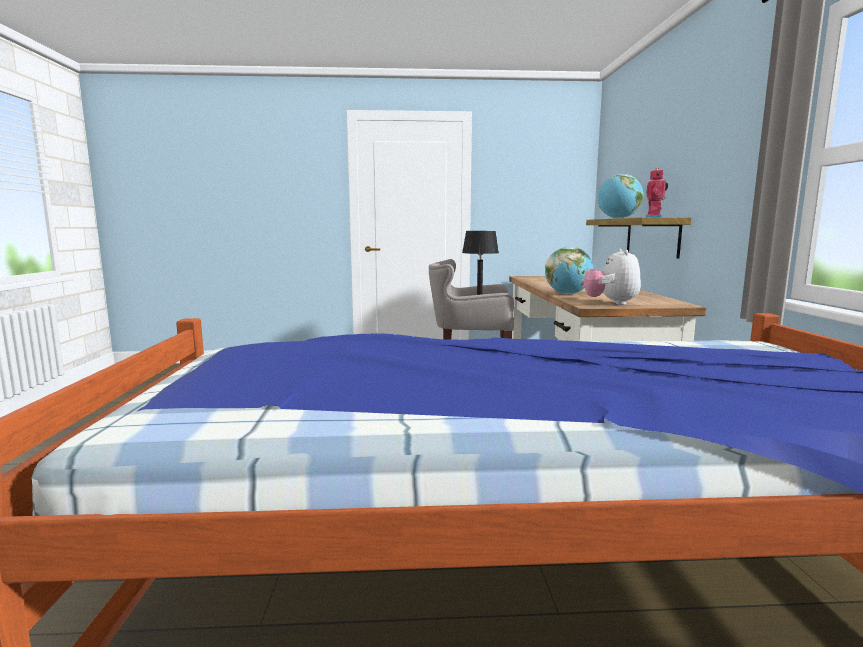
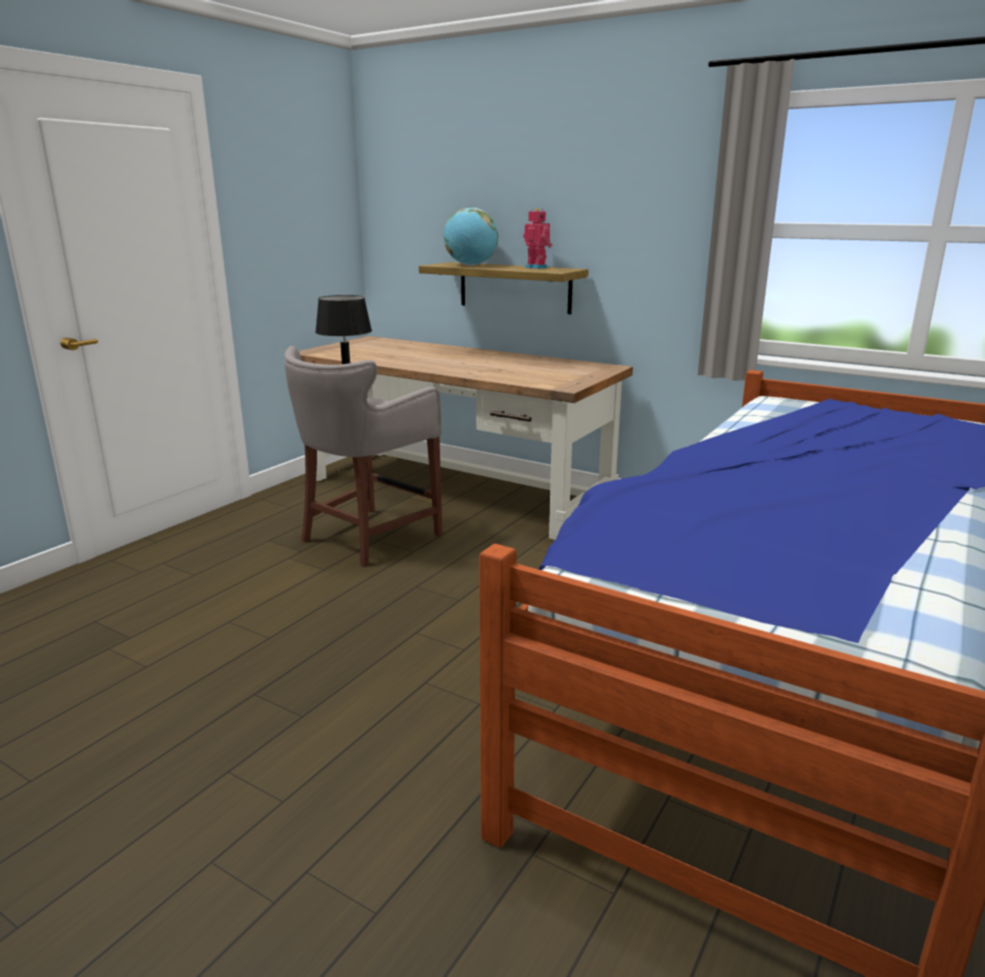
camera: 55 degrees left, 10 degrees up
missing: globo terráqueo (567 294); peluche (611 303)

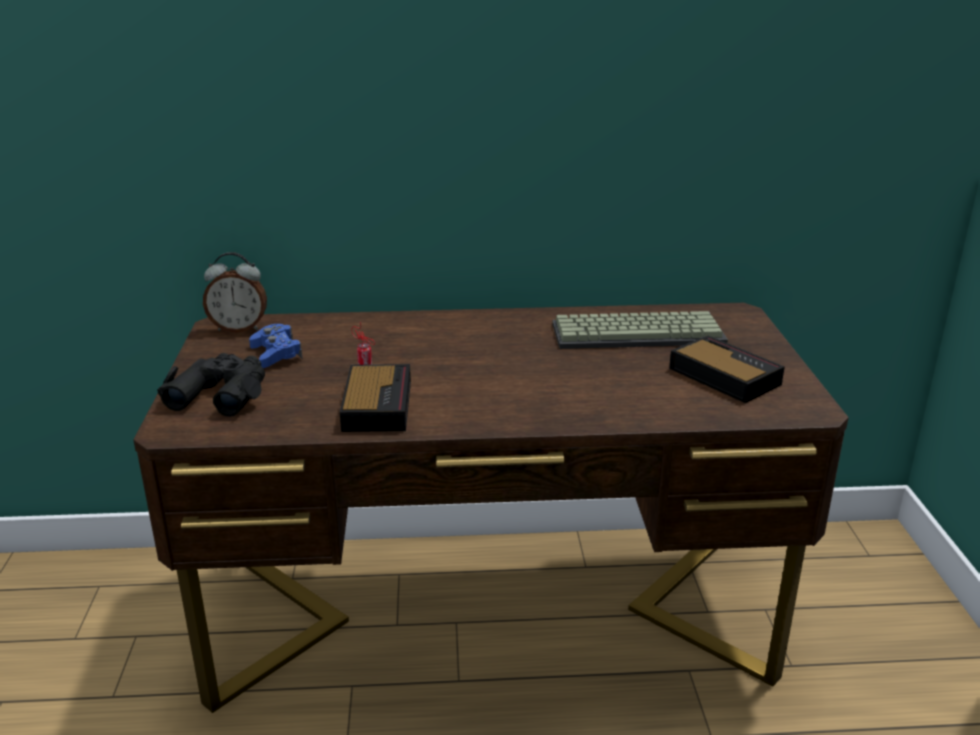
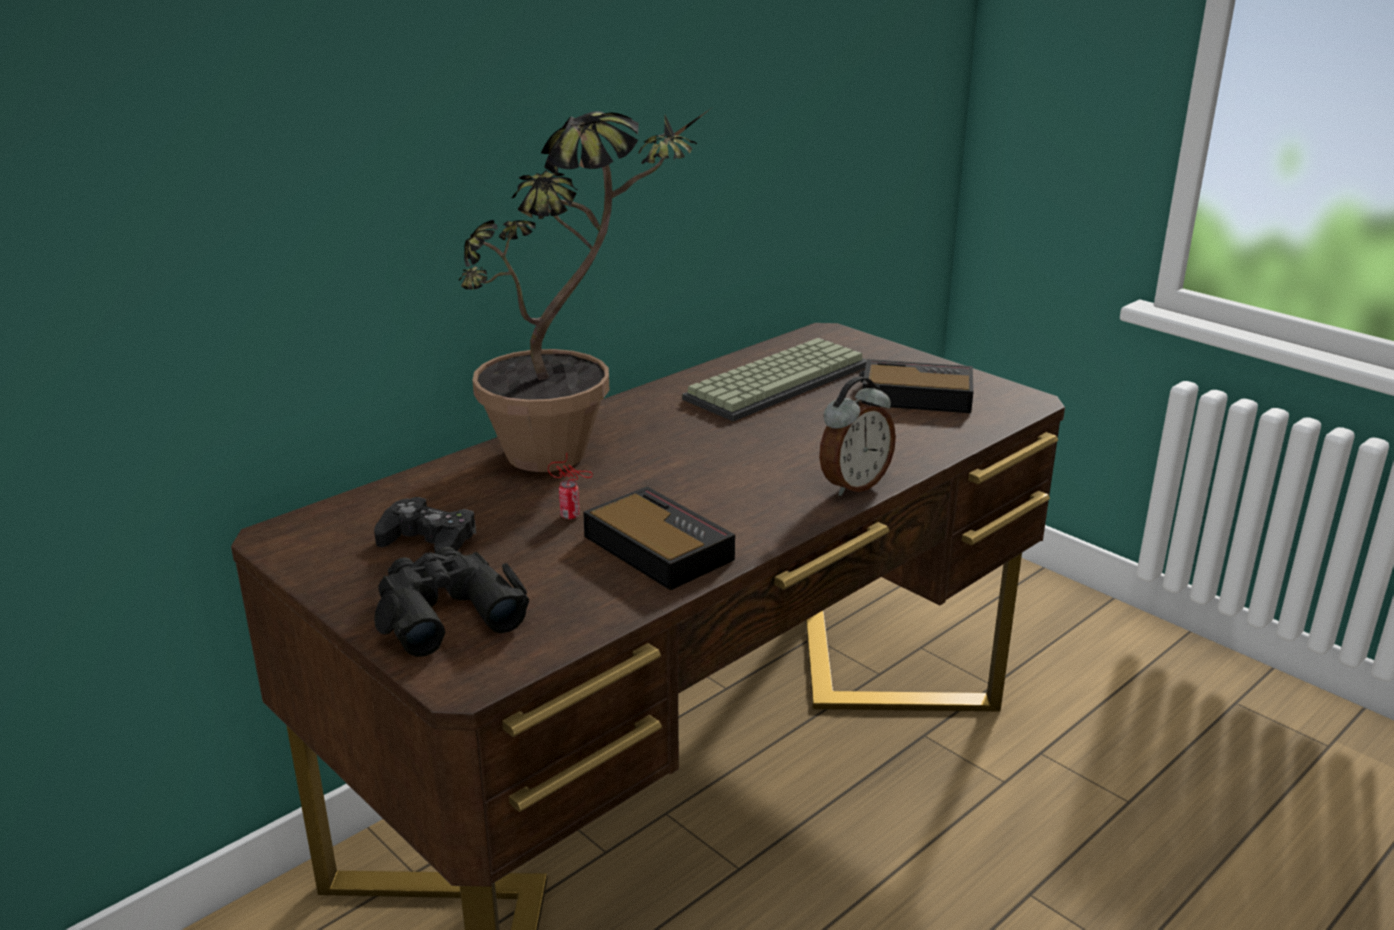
camera: 40 degrees left, 0 degrees up
appeared: planta en maceta (575 448)
relocated: despertador (239 328) to (853 485)
colour: mando de consola/azul (276 354) to mando de consola/negro (428 541)

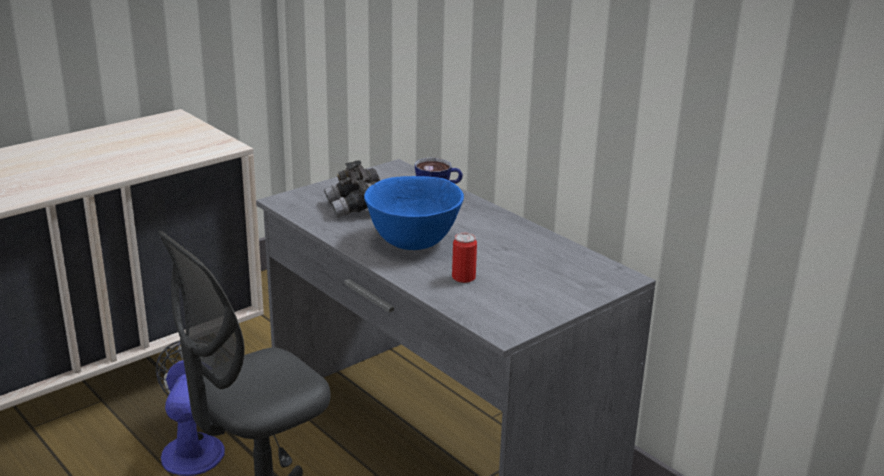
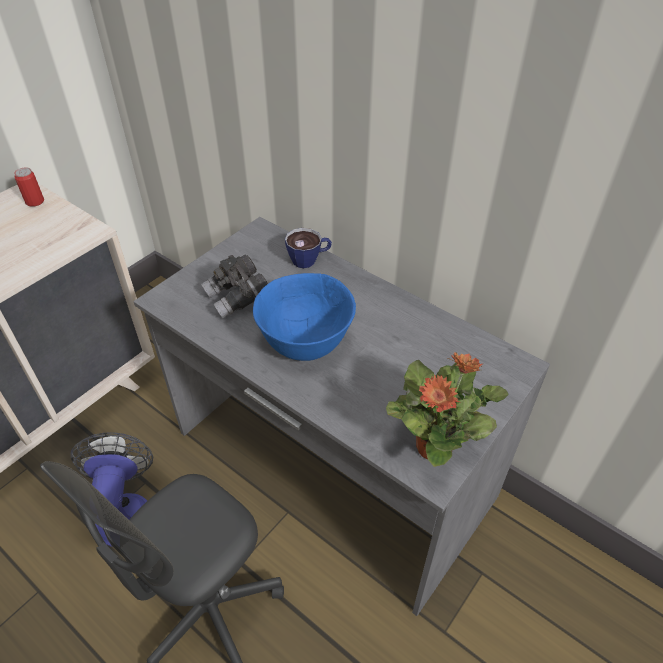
camera: 10 degrees left, 20 degrees up
appeared: planta en maceta (435 446)
relocated: lata (463 277) to (35 202)

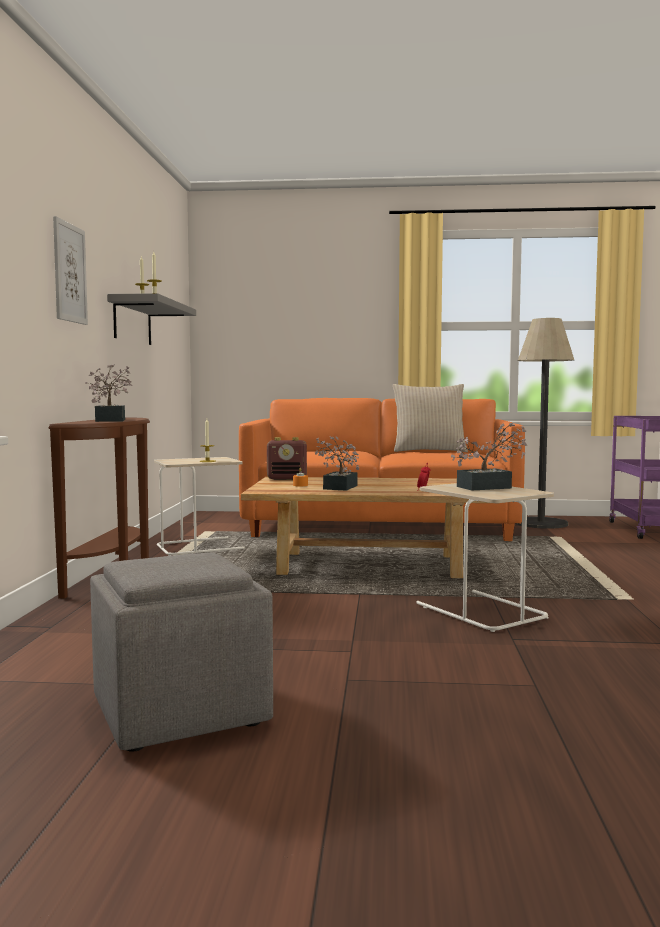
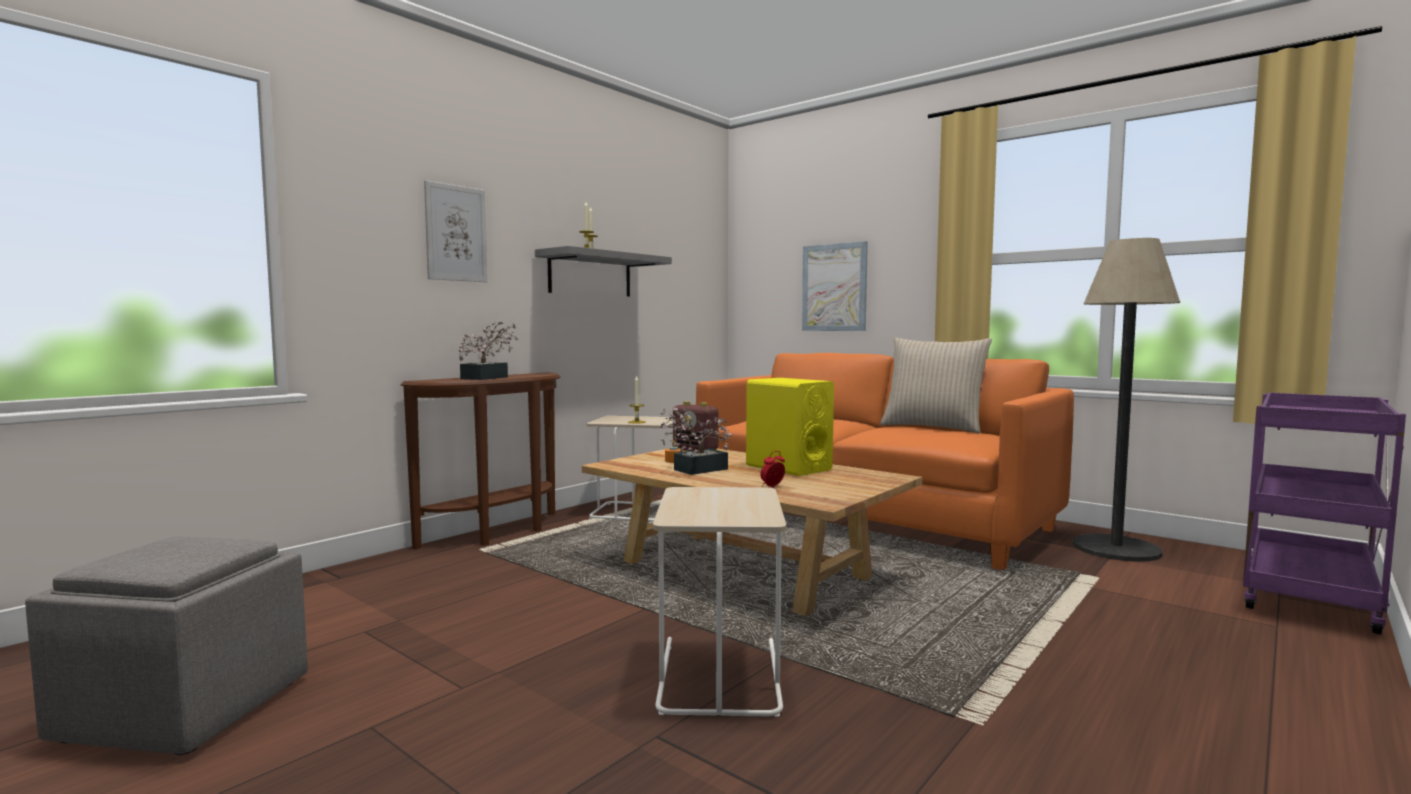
camera: 35 degrees right, 0 degrees up
missing: planta en maceta (489 487)
appeared: altavoz/amarillo (788 467); cuadro (834 287)

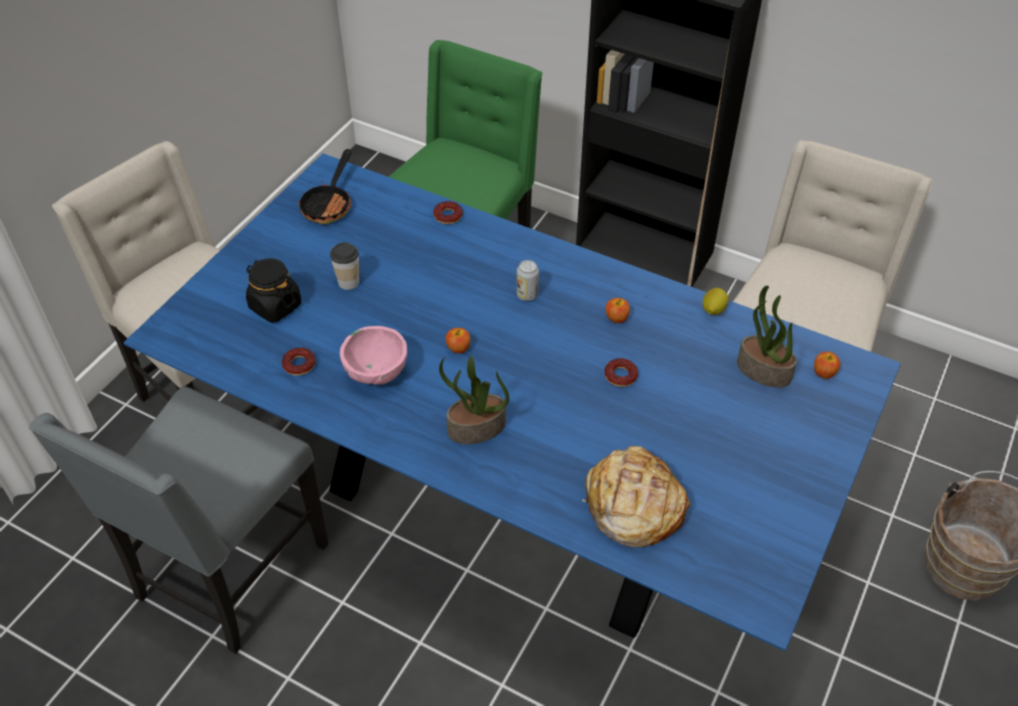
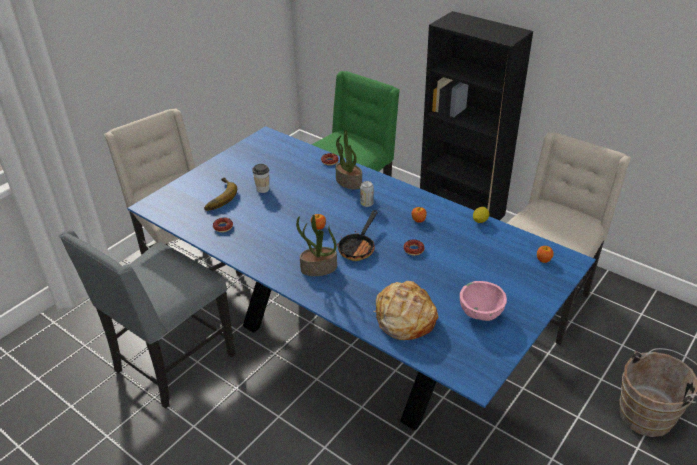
camera: 10 degrees right, 10 degrees down
relocated: sartén (329 204) to (359 247); cuenco/rosa (377 373) to (481 314); planta en maceta (762 371) to (348 182)
exchanged: tarro/negro (275 306) to plátano (217 197)

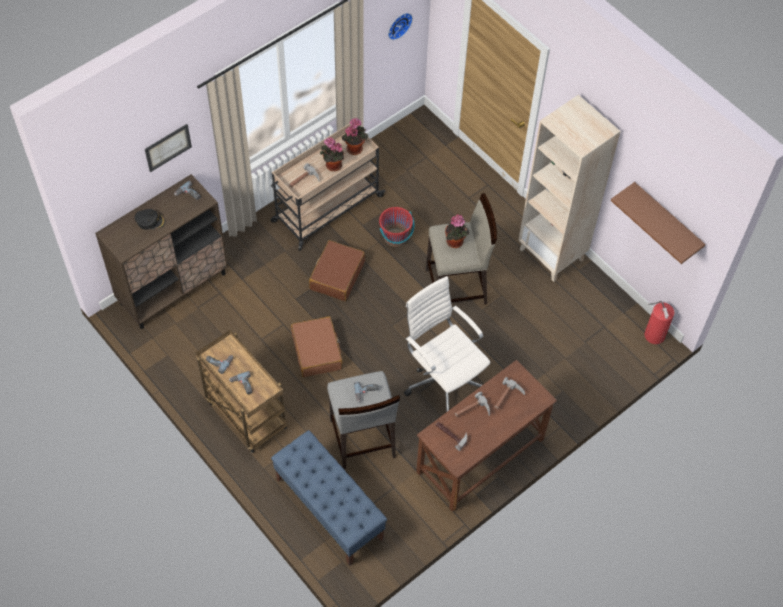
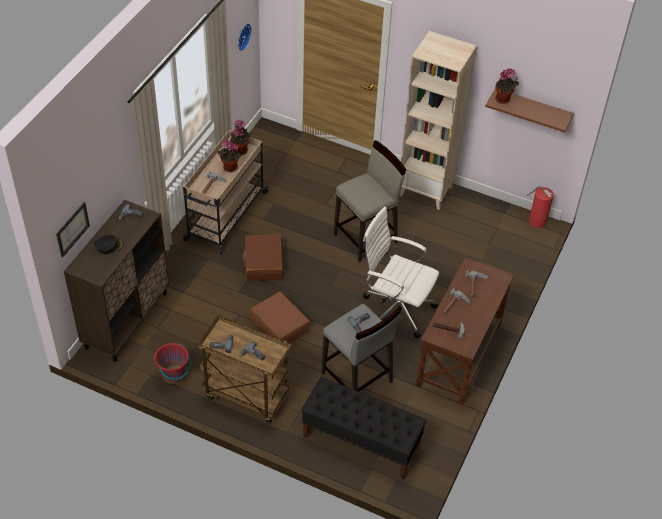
camera: 25 degrees left, 10 degrees down
relocated: cuadro (168 147) to (72 229); cubo/rojo (395 238) to (174 375); planta en maceta (456 243) to (504 99)
colour: banco/azul (329 508) to banco/negro (360 442)

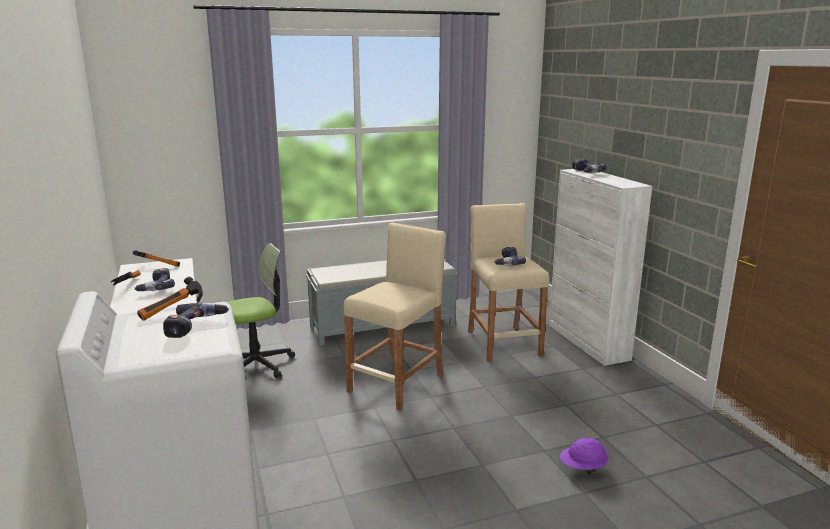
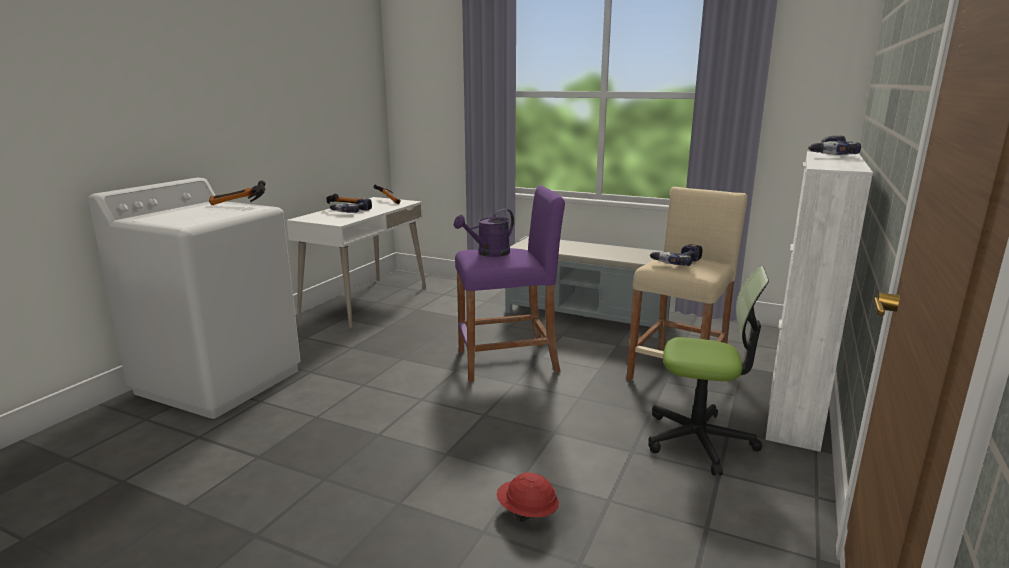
camera: 45 degrees right, 0 degrees up
missing: taladro (195 327)
appeared: regadera/morado (489 253)
relocated: silla de oficina (257 364) to (699 440)
colour: taburete/beis (397 383) to taburete/morado (507 362); casco/morado (583 468) to casco/rojo (527 512)

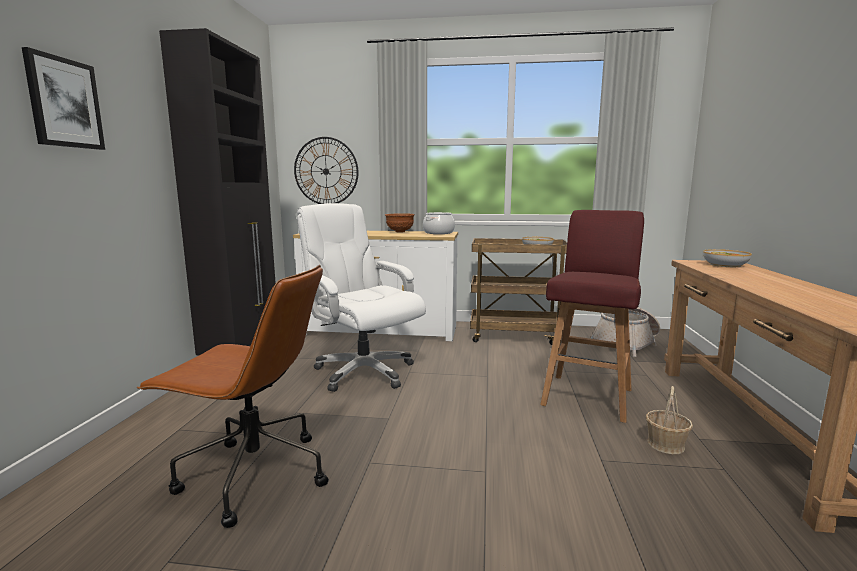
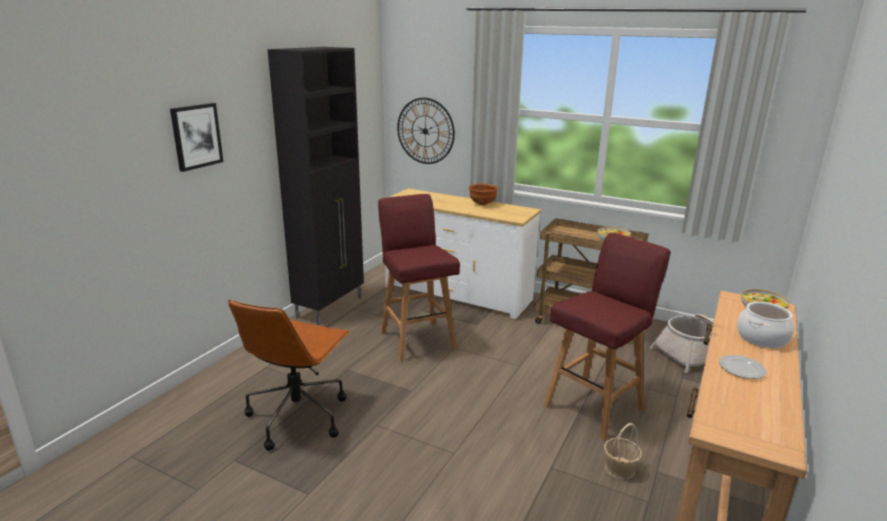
camera: 20 degrees right, 10 degrees up
appeared: plato (741 369)
relocated: olla (438 233) to (762 338)
exchanged: silla de oficina/blanco (363 371) to taburete/rojo (417 339)
spun: silla de oficina/marrón (252 475) = (298 416) 75 degrees clockwise

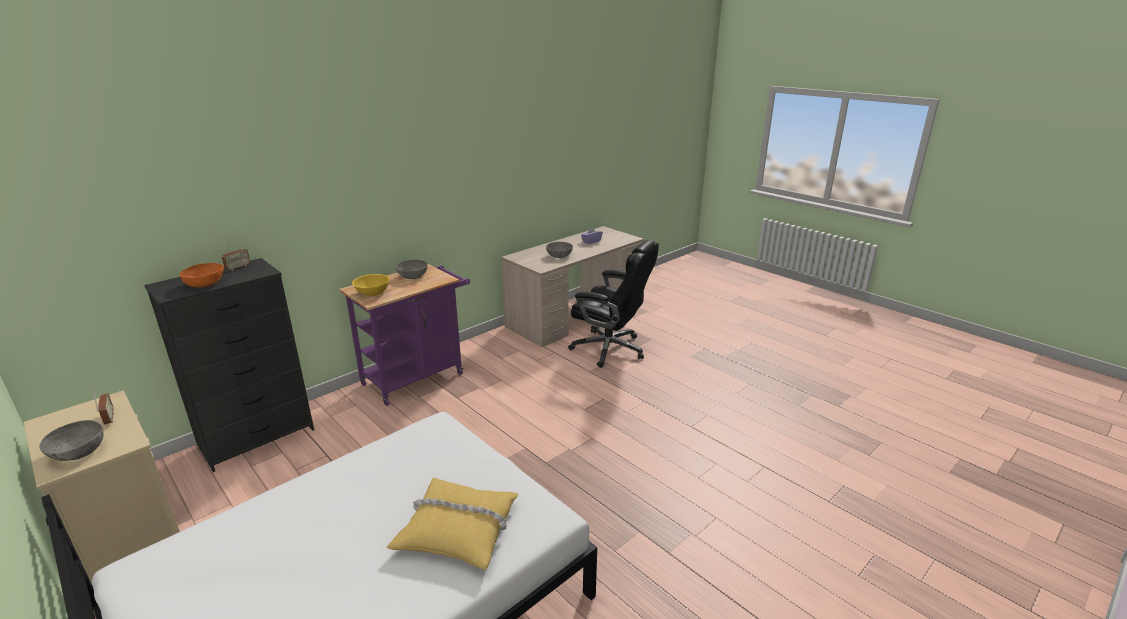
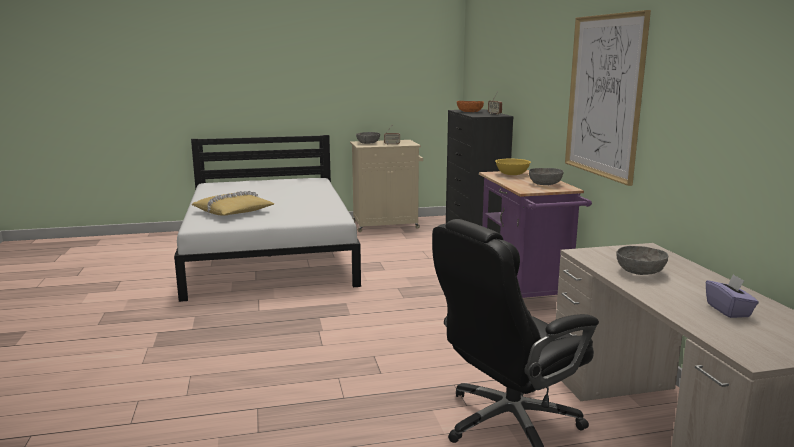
camera: 120 degrees right, 10 degrees down
appeared: cuadro (604 96)

